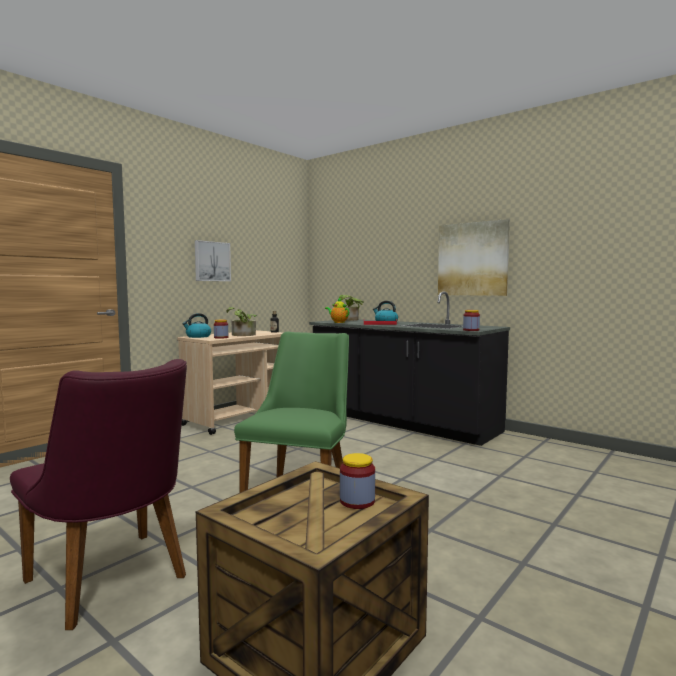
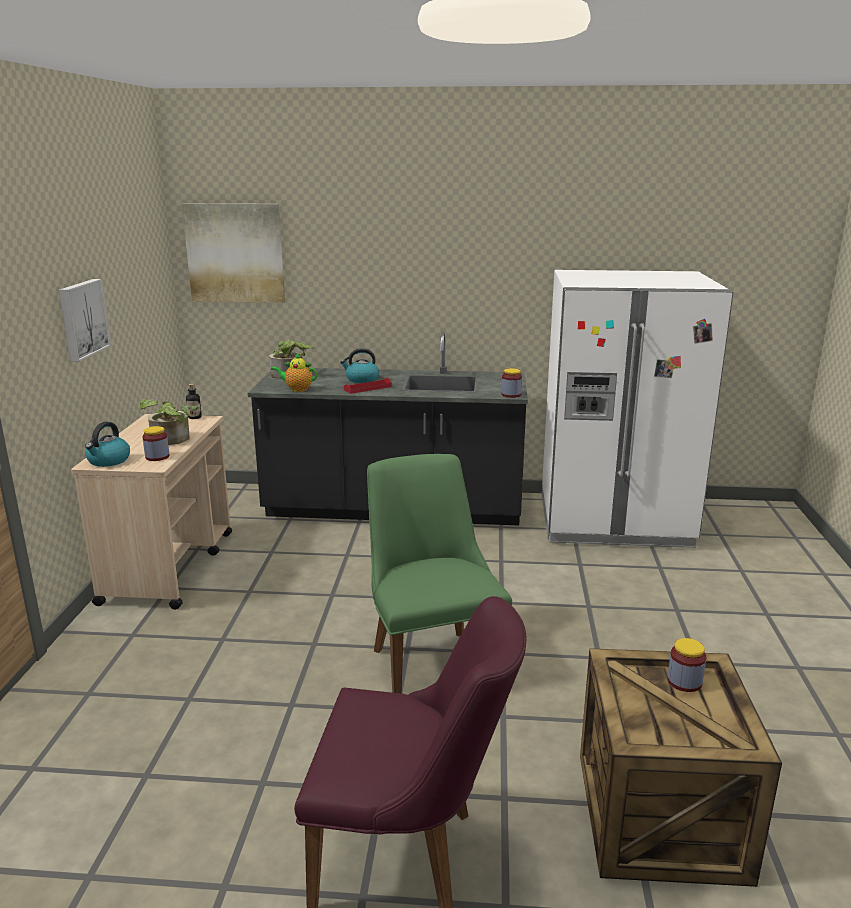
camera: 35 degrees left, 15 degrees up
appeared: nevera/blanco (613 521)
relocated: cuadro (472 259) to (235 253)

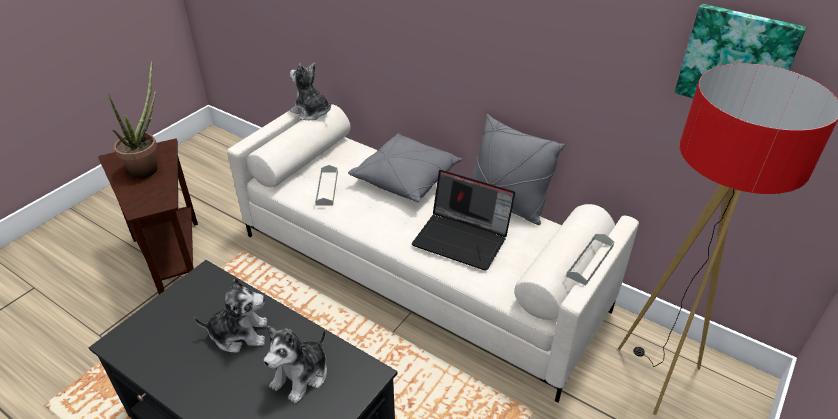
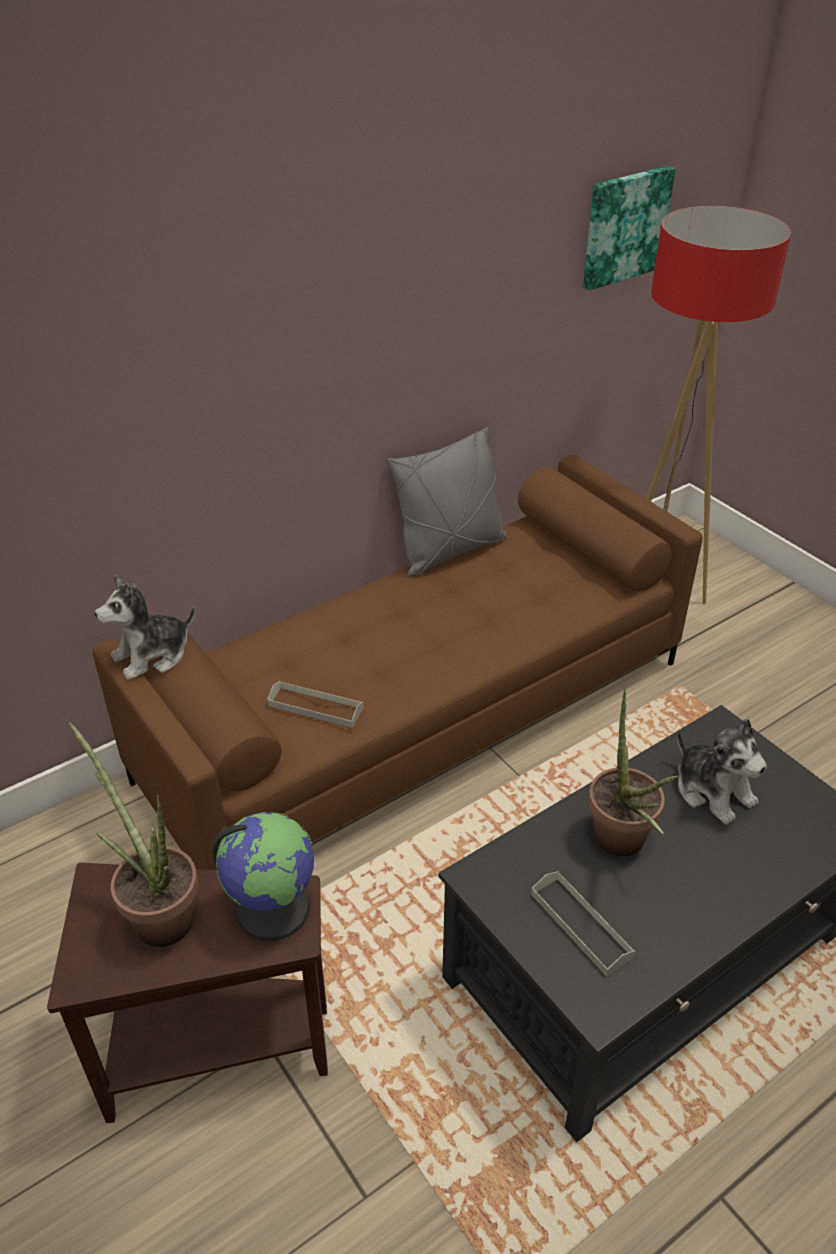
camera: 70 degrees left, 0 degrees up
missing: cojín/gris (406 178); portátil (463 238)
appeared: globo terráqueo (273 908)
relocated: bandeja/gris (590 261) to (581 925)
exchanged: peluche (239 334) to planta en maceta (622 846)
colour: sofá/blanco (420 271) to sofá/marrón (418 718)

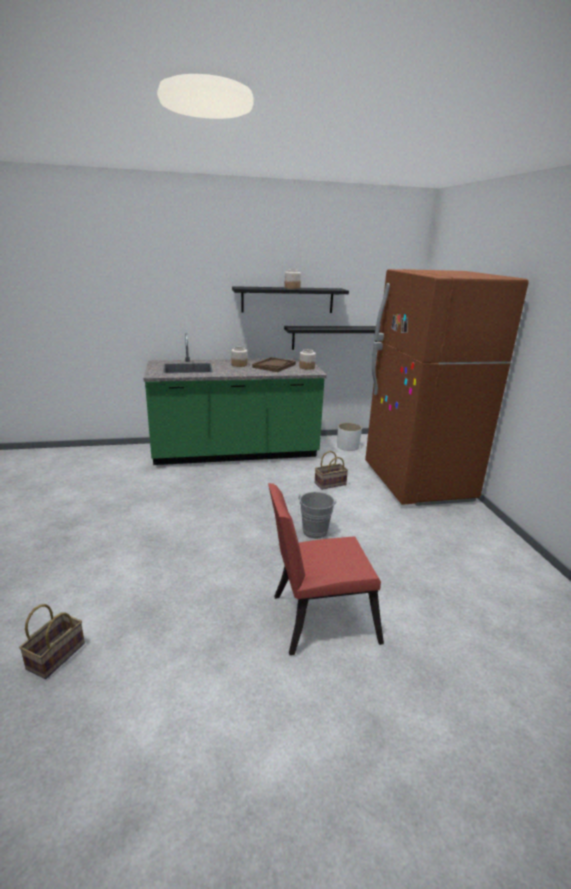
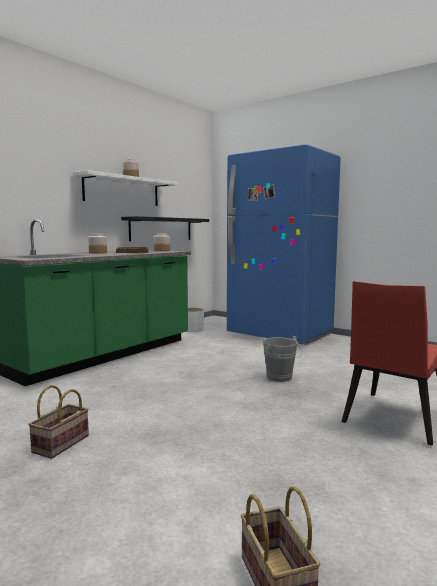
camera: 40 degrees left, 15 degrees down
relocated: cesta (330 484) to (61 445)
colour: estante/negro (287 300) to estante/blanco (122 191); nevera/marrón (417 482) to nevera/azul (280 335)

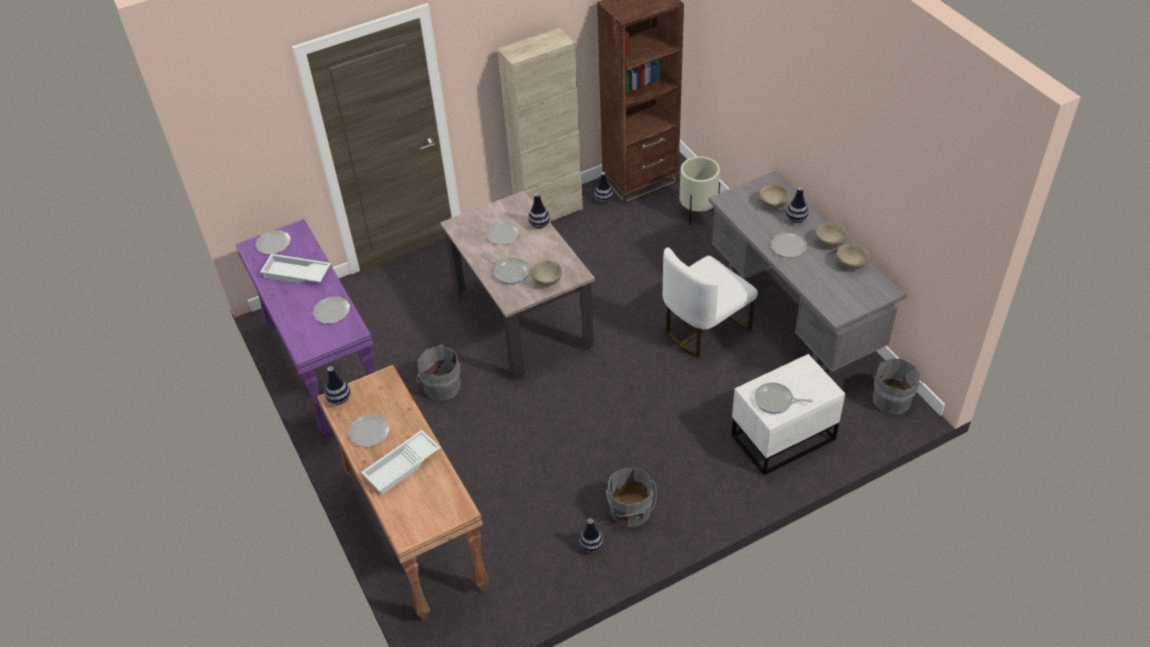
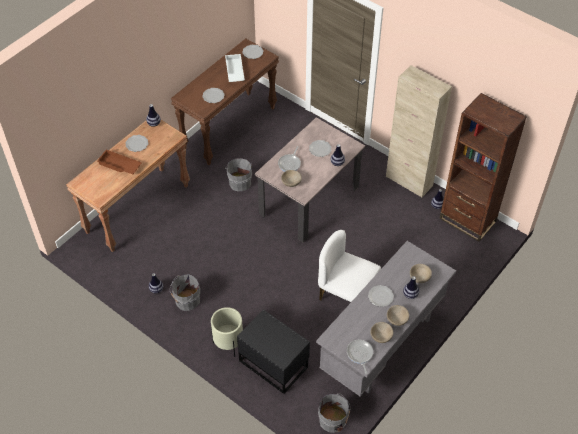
camera: 65 degrees right, 5 degrees up
relocated: maceta/beis (698 213) to (228 344); sartén (776 401) to (359 354)
colour: mesa consola/morado (324 369) to mesa consola/marrón (229 127); bandeja/blanco (402 467) to bandeja/marrón (119 165); mesita de noche/blanco (781 436) to mesita de noche/negro (273 362)

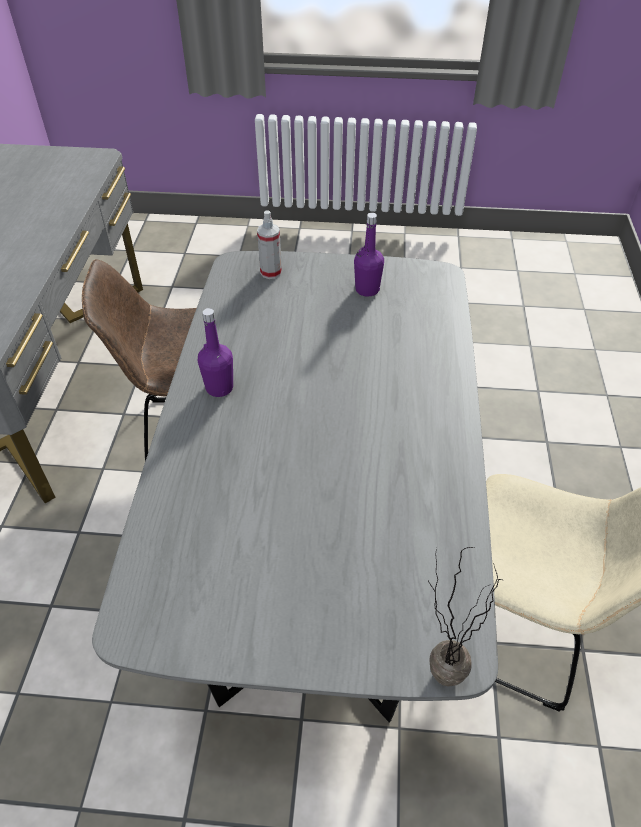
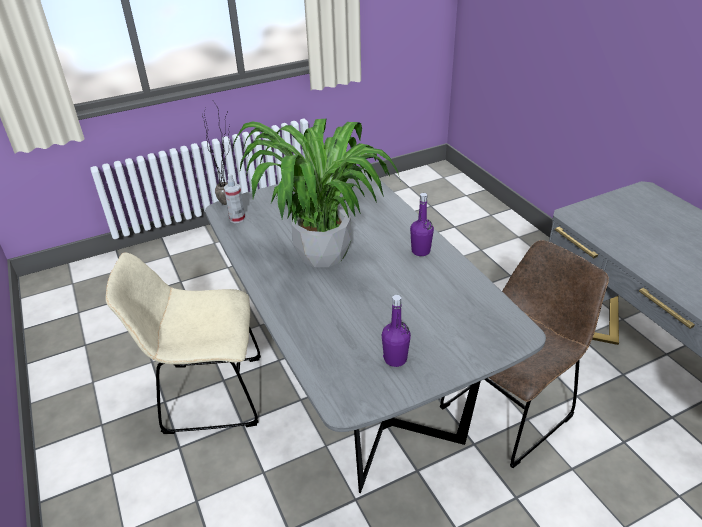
camera: 150 degrees right, 10 degrees down
appeared: planta en maceta (324 253)
relocated: pulverizador (271 272) to (237 218)

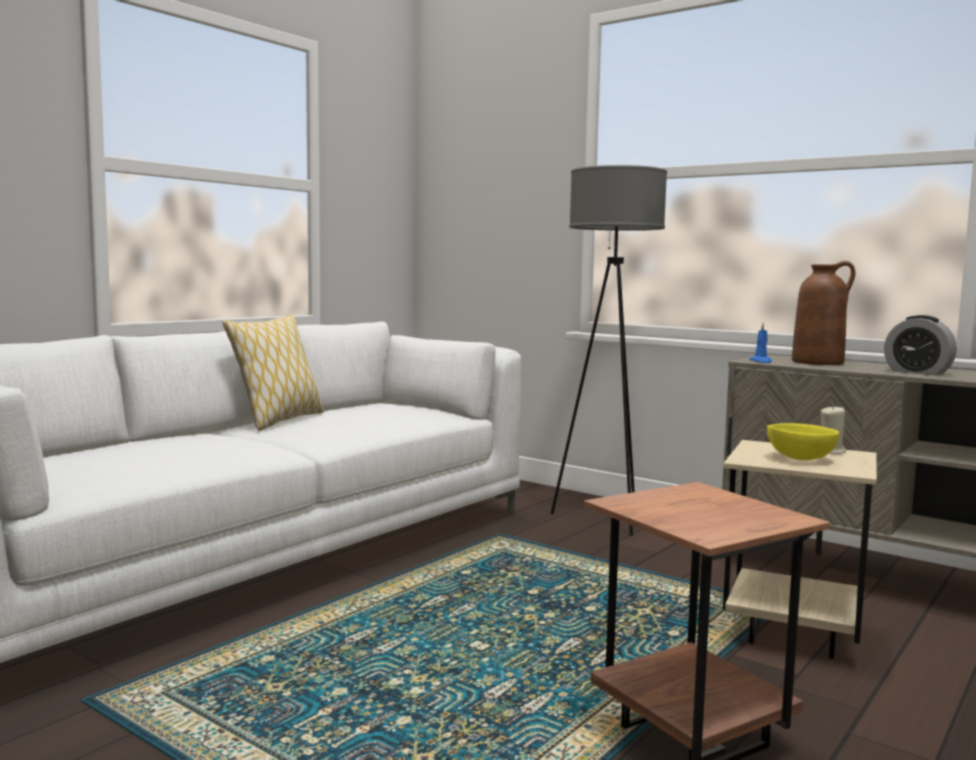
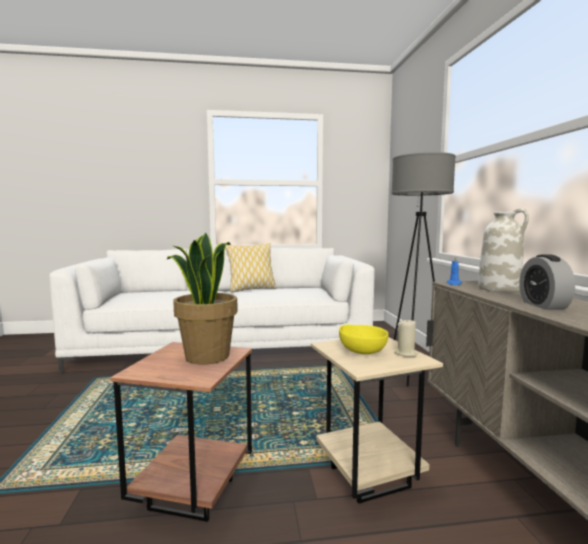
camera: 45 degrees right, 0 degrees up
appeared: planta en maceta (206 356)
colour: florero/marrón (818 362) to florero/blanco (500 289)

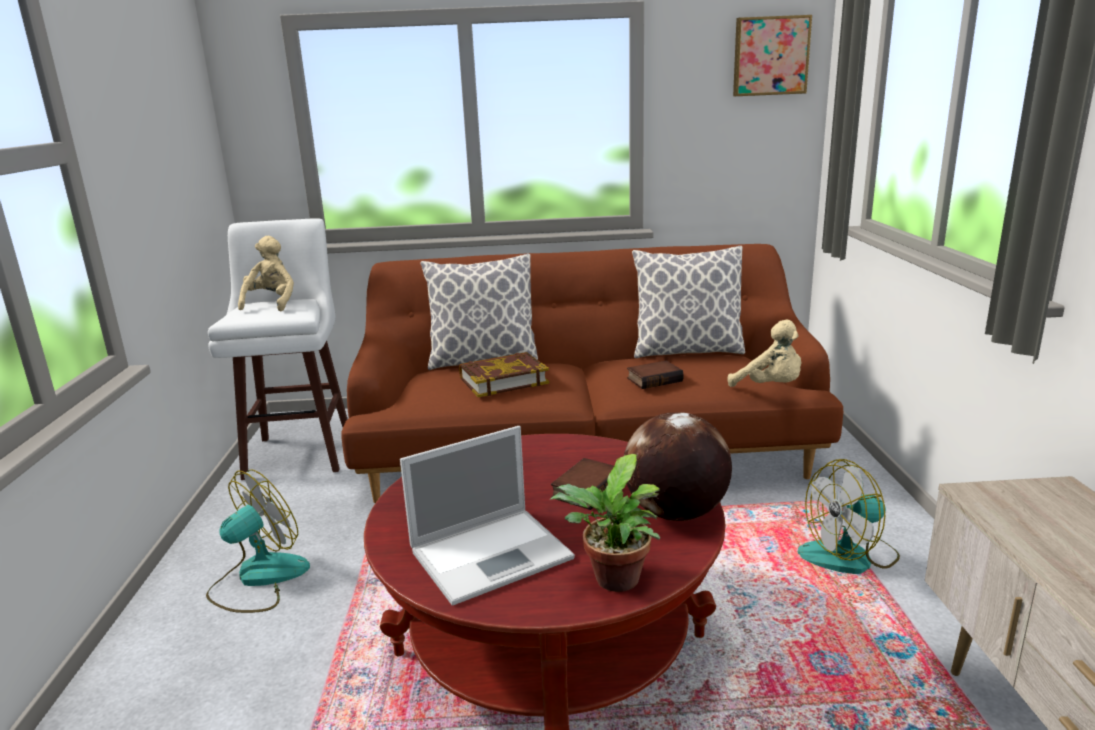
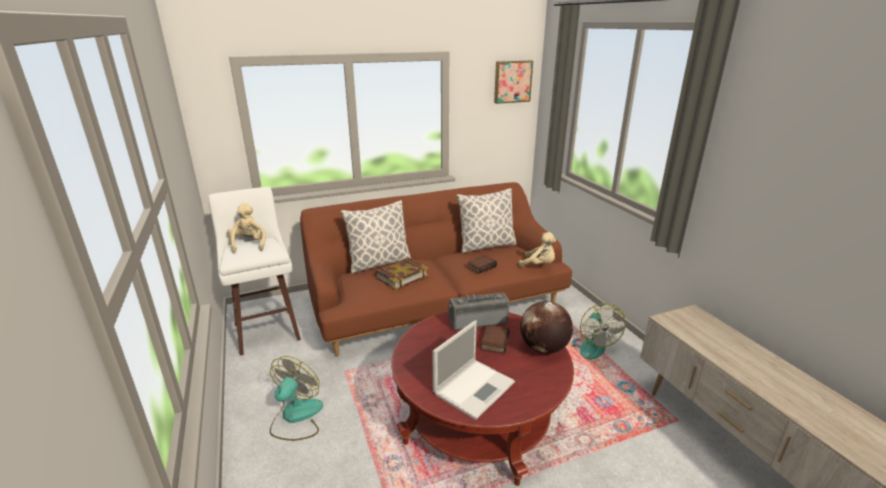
camera: 20 degrees left, 5 degrees up
missing: planta en maceta (613 582)
appeared: radio (477 321)
spun: ventilador (849 556) = (589 345) 60 degrees counterclockwise

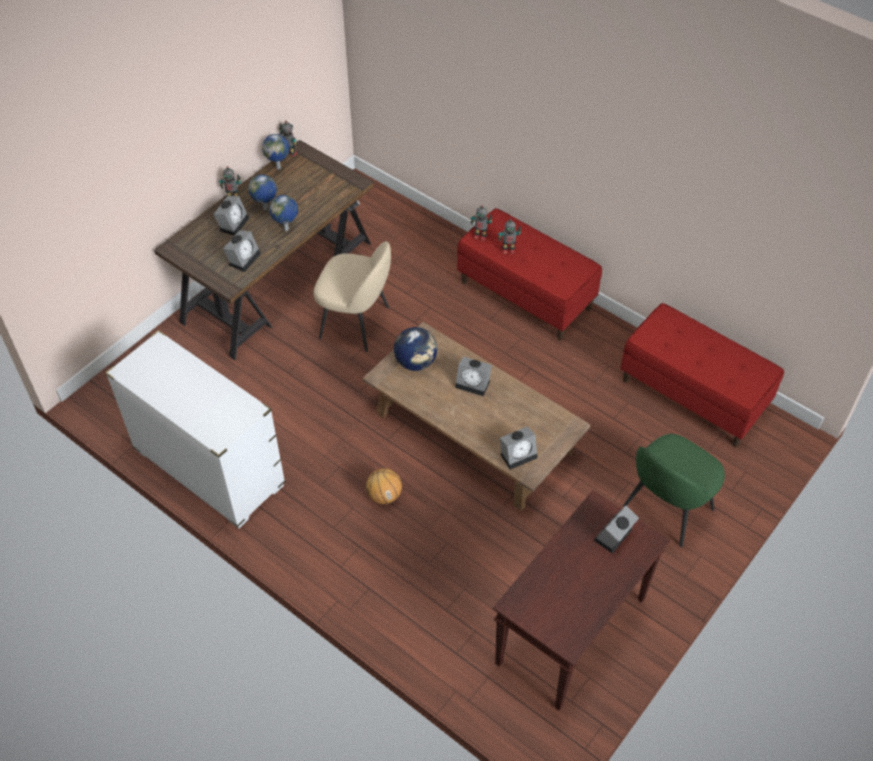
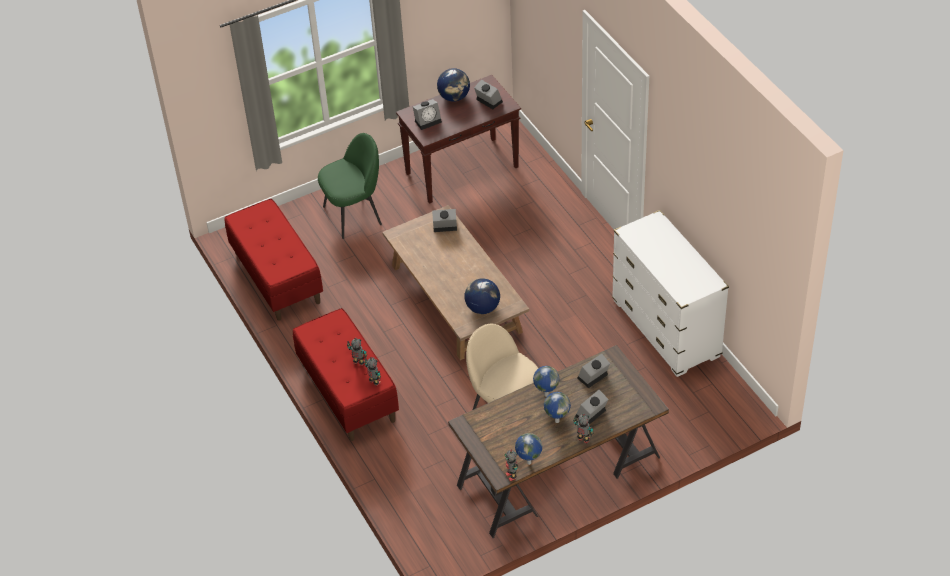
camera: 155 degrees left, 5 degrees down
missing: balón de baloncesto (384 495)
appeared: globo terráqueo (454 97)
relocated: despertador (474 383) to (488 101)

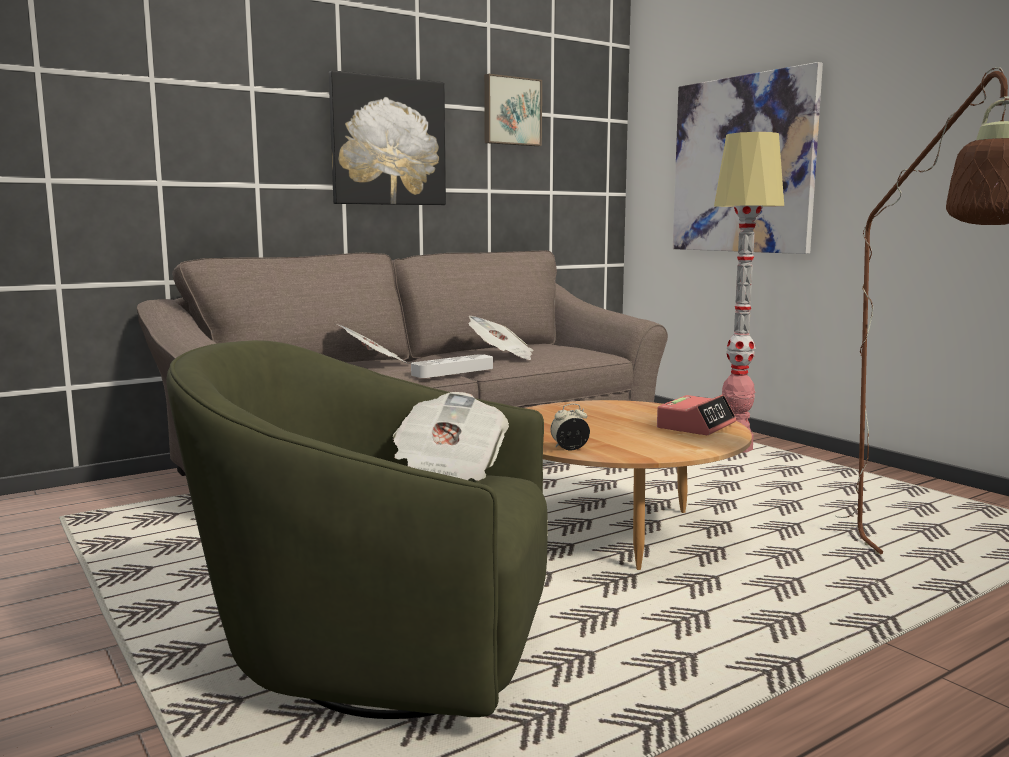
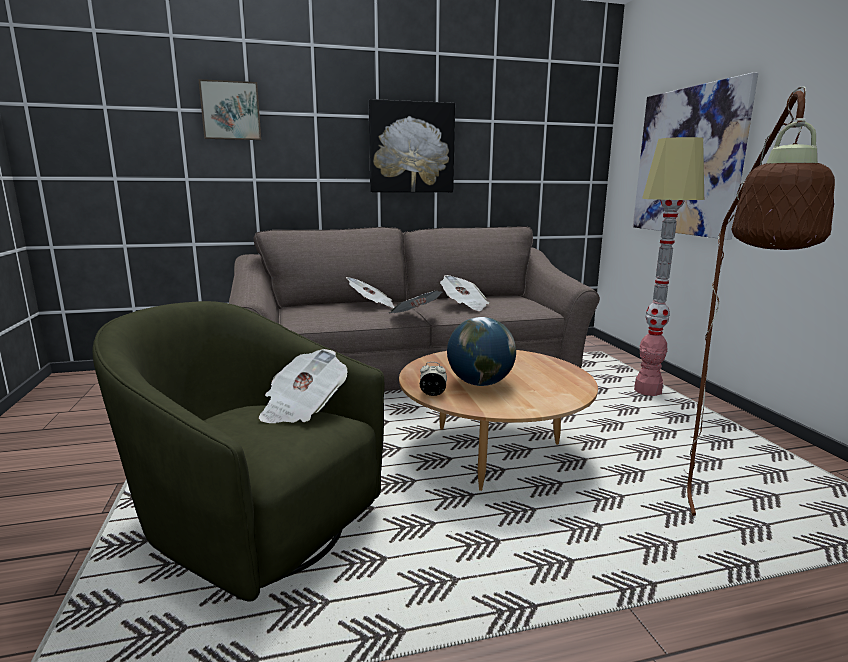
camera: 20 degrees right, 5 degrees up
missing: despertador (696 425)
appeared: globo terráqueo (479 383)
relocated: cuadro (511 111) to (231 111)
exchanged: bandeja/gris (453 371) to periódico (415 317)

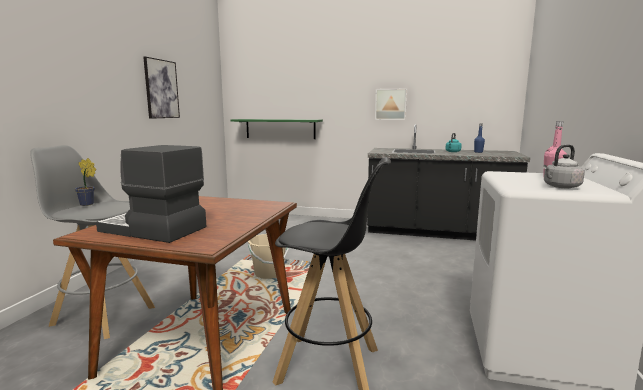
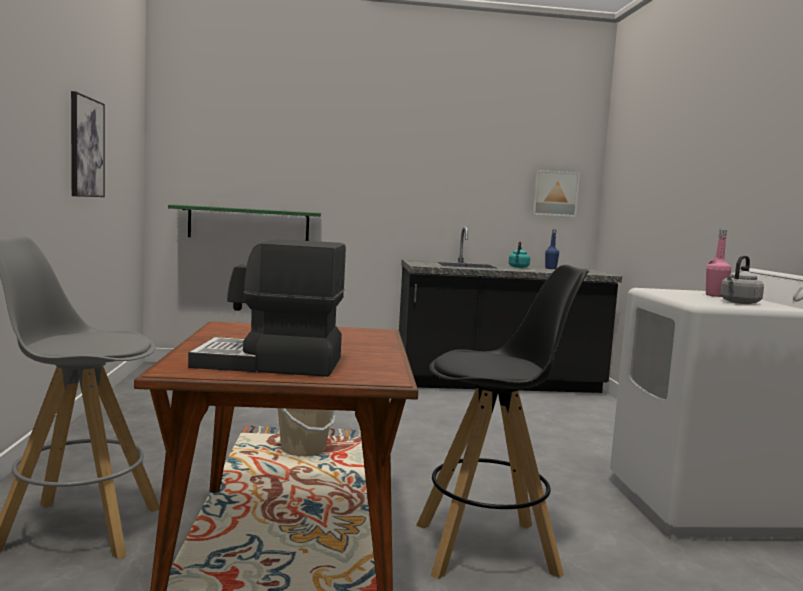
camera: 20 degrees left, 5 degrees down
missing: planta en maceta (88 204)
relocated: cuadro (390 104) to (554 193)

